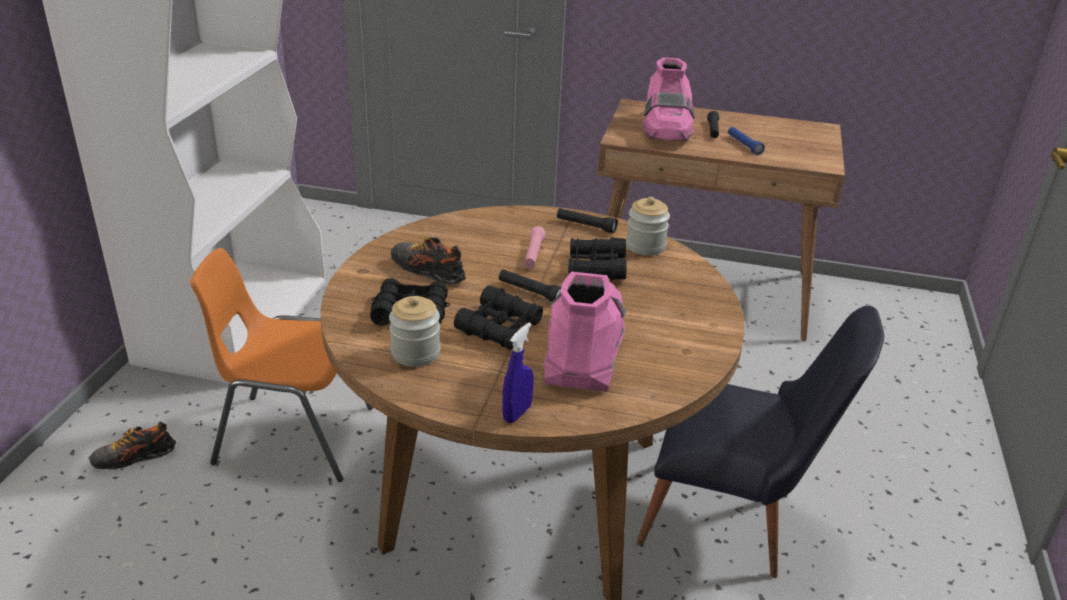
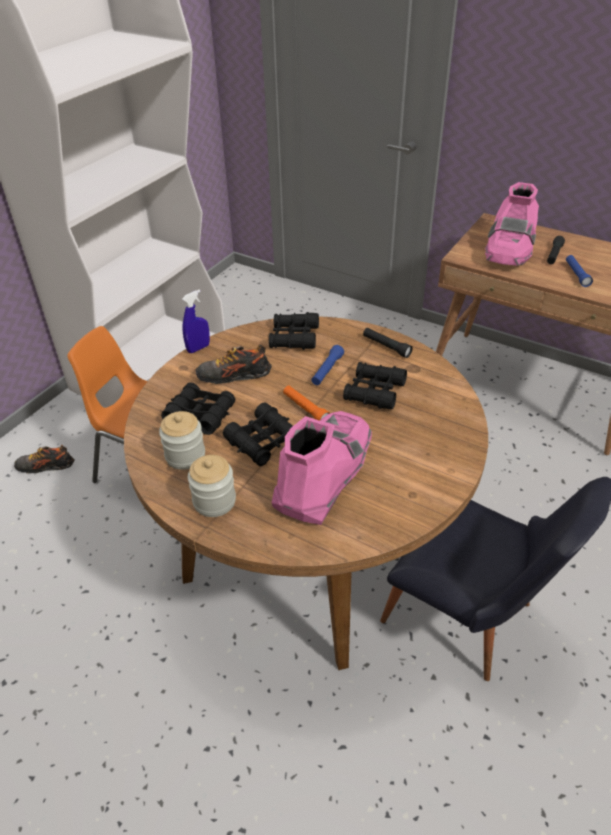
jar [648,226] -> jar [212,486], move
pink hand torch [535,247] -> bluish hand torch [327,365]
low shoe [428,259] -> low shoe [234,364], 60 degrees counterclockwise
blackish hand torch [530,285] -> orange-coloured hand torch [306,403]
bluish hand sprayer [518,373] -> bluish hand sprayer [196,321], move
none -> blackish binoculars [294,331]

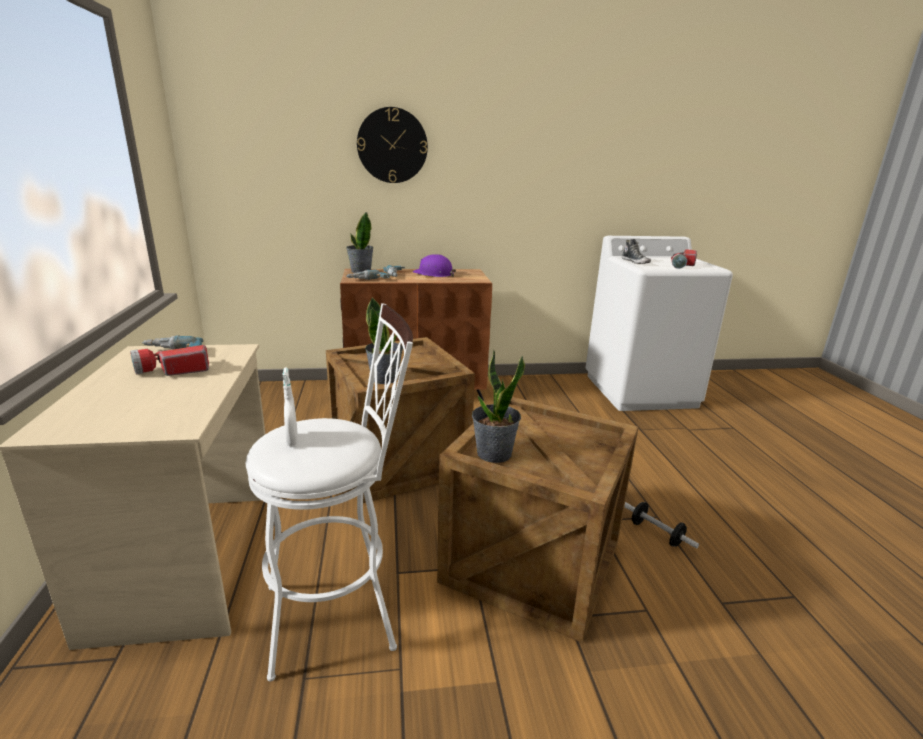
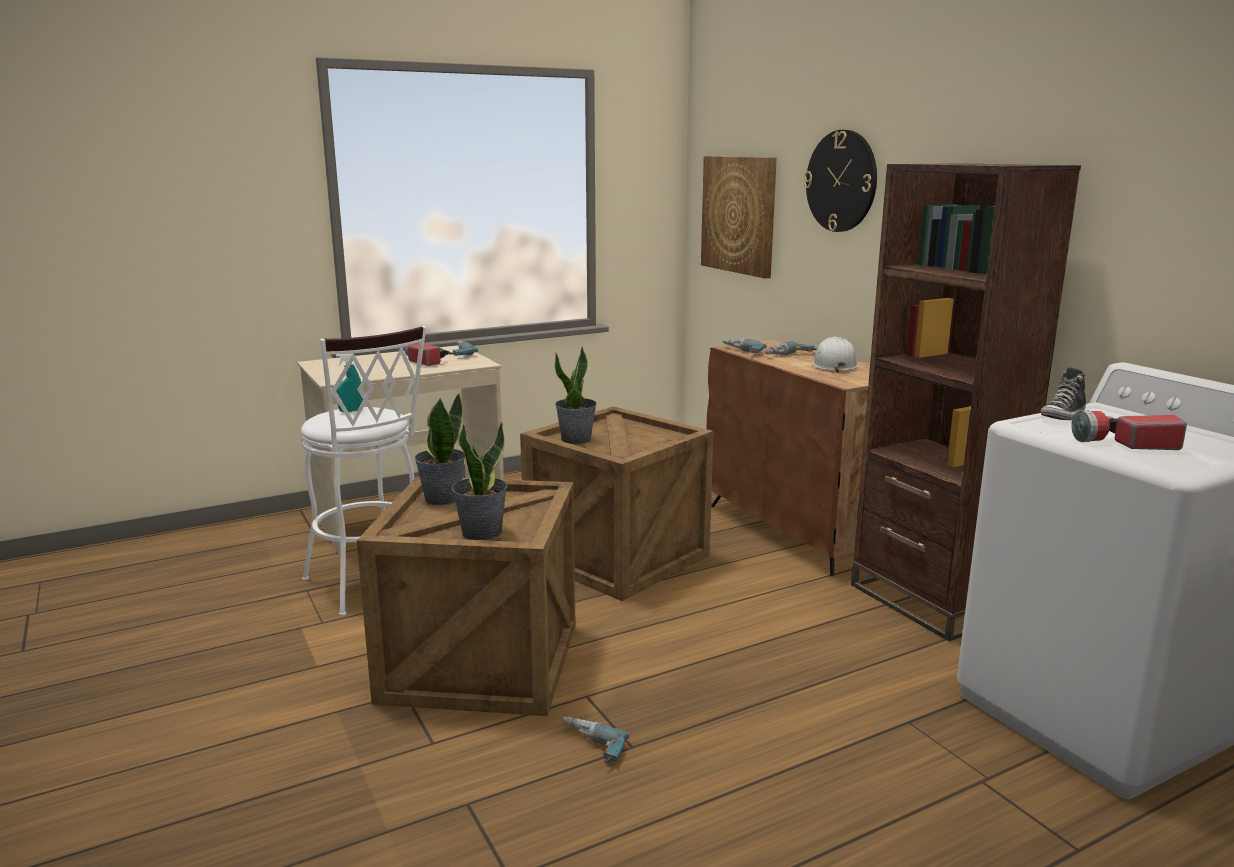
houseplant [360,242] -> houseplant [480,481], move
purple-coloured hard hat [434,265] -> white hard hat [835,355]
white hand sprayer [290,406] -> turquoise hand sprayer [349,383]
dumbbell [661,525] -> drill [595,740]
none -> picture [739,217]
none -> brown bookcase [966,402]

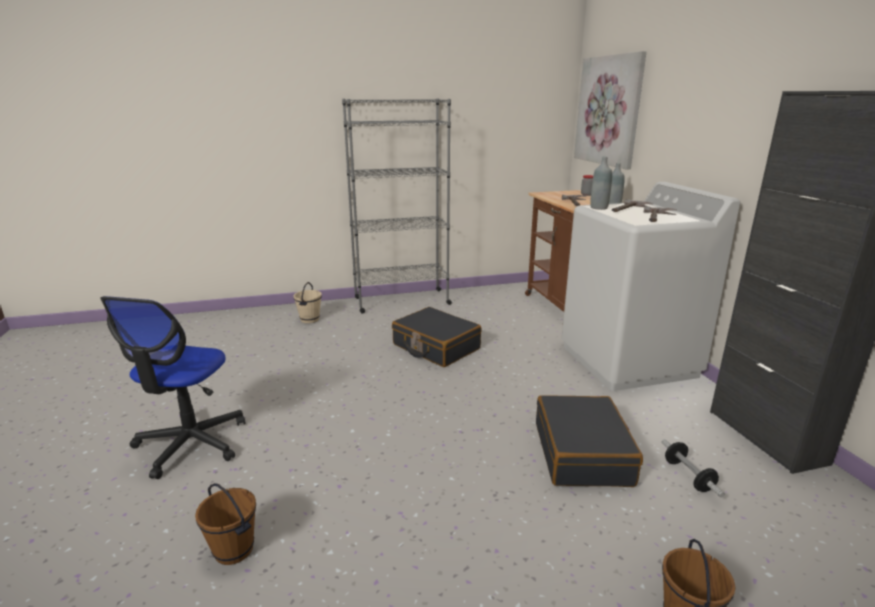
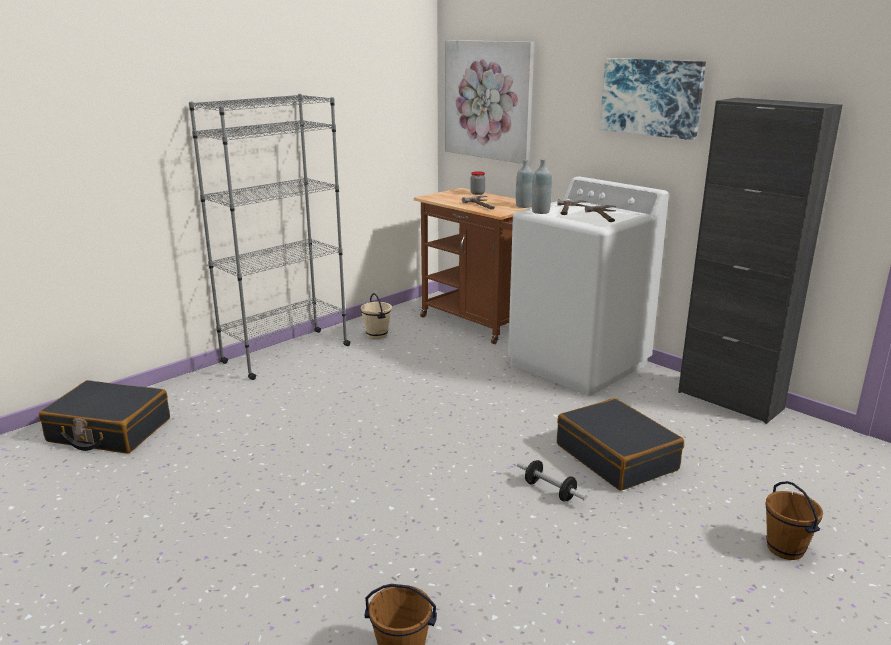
sand-coloured pail [307,302] -> sand-coloured pail [376,316], move
computer chair [172,387] -> none
blackish piece of luggage [437,337] -> blackish piece of luggage [104,416], move
dumbbell [693,468] -> dumbbell [552,480], move
none -> picture [653,99]

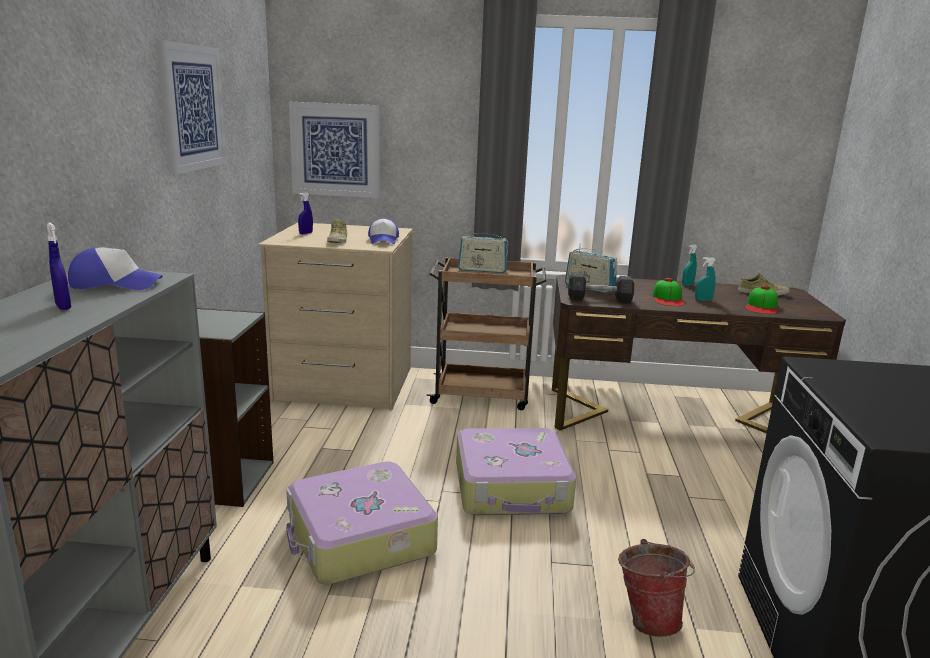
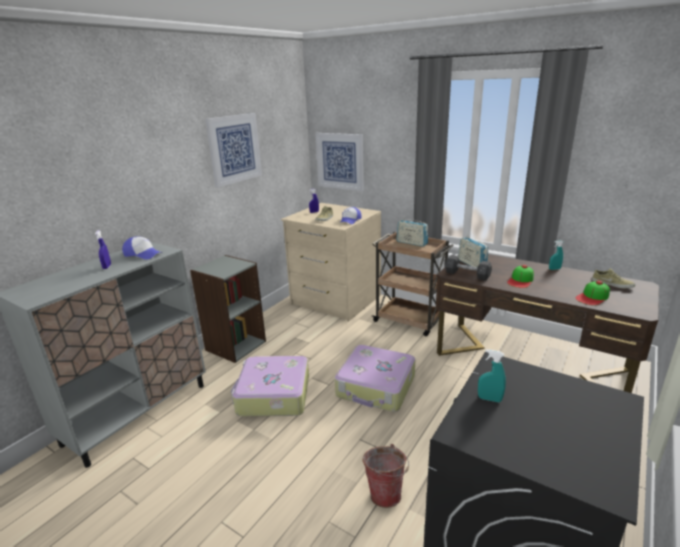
turquoise hand sprayer [705,279] -> turquoise hand sprayer [492,375], move

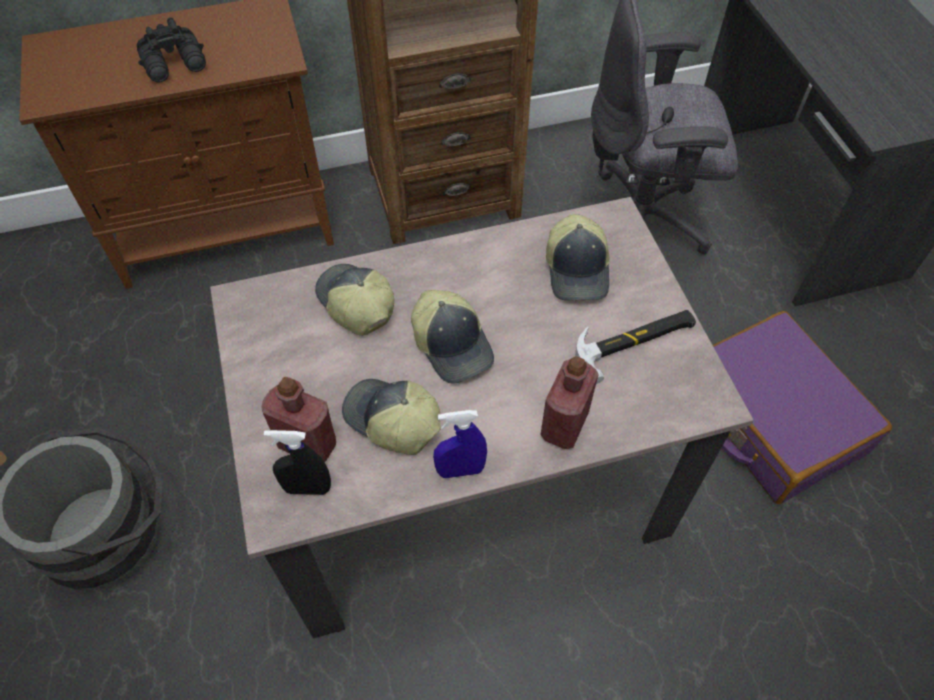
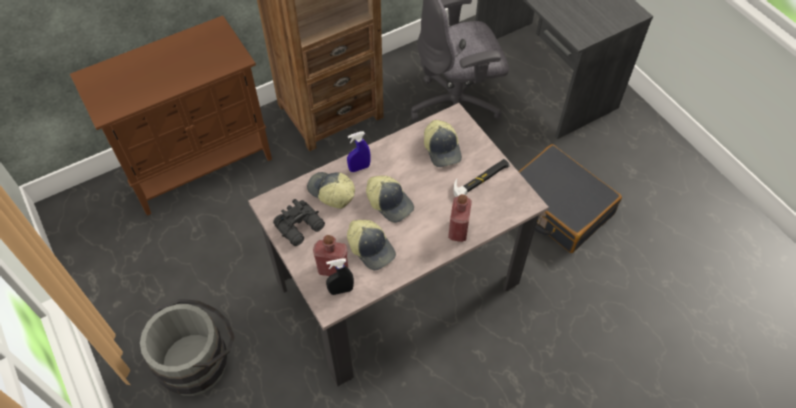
blackish binoculars [171,50] -> blackish binoculars [299,222], move
purple-coloured piece of luggage [802,407] -> blackish piece of luggage [570,198]
cap [391,417] -> cap [371,245], 150 degrees counterclockwise
bluish hand sprayer [460,444] -> bluish hand sprayer [359,151], move

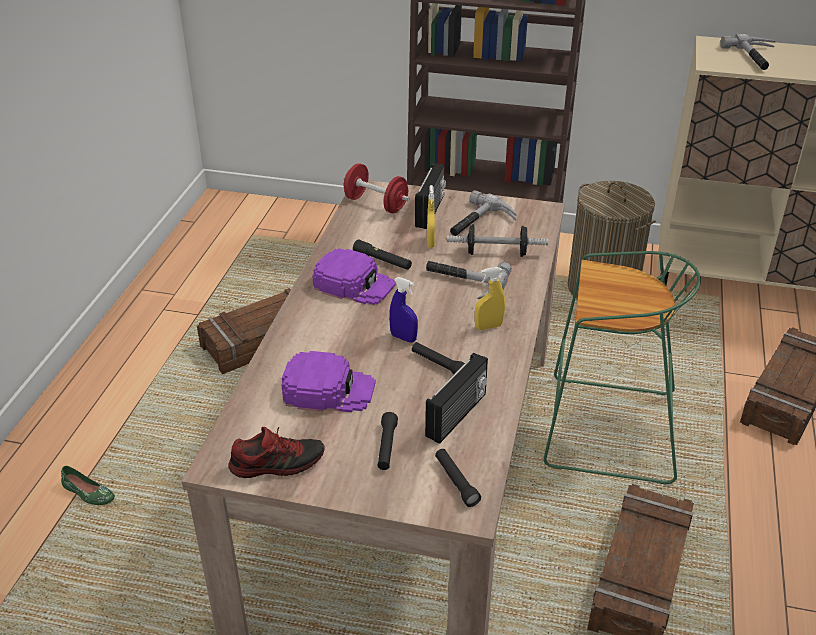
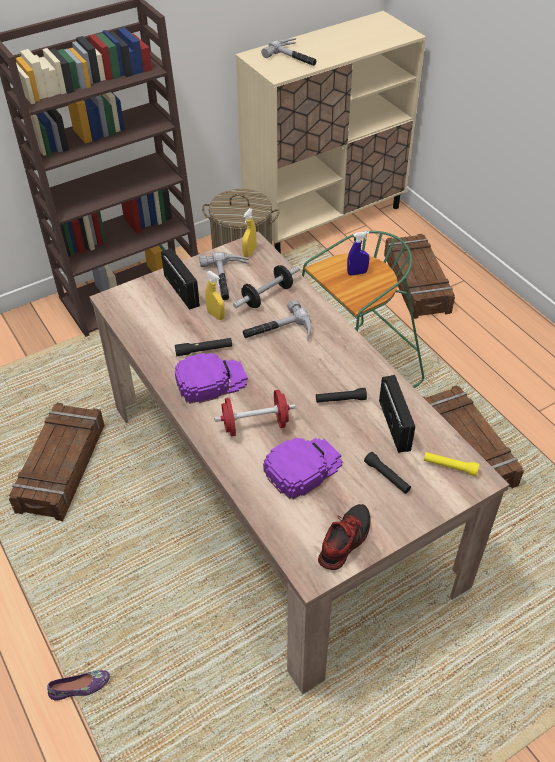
red-coloured dumbbell [376,188] -> red-coloured dumbbell [255,413], move
yellow-coloured hand sprayer [490,298] -> yellow-coloured hand sprayer [249,232], move
bluish hand sprayer [403,310] -> bluish hand sprayer [358,253], move
blackish hand torch [458,478] -> yellow-coloured hand torch [451,464]
green-coloured low shoe [88,485] -> purple-coloured low shoe [78,685]

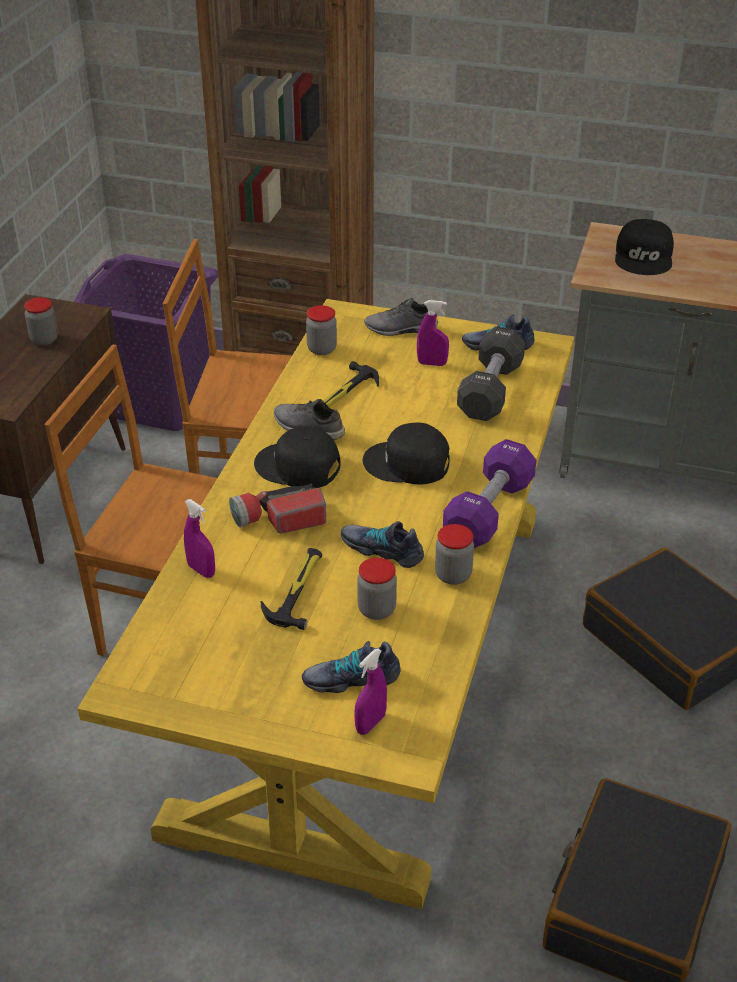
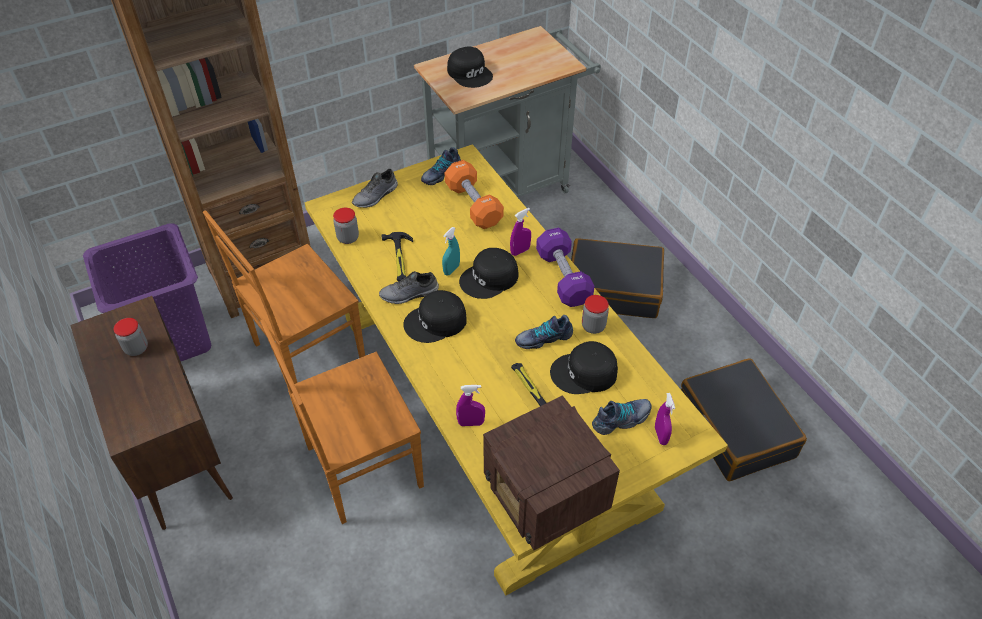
purple-coloured hand sprayer [433,333] -> purple-coloured hand sprayer [520,232], move
blackish dumbbell [491,374] -> orange-coloured dumbbell [474,194]
hand torch [277,509] -> none
jar [377,588] -> blackish cap [584,367]
low shoe [351,667] -> low shoe [621,417], 150 degrees counterclockwise
none -> turquoise hand sprayer [451,251]
none -> radio [551,472]

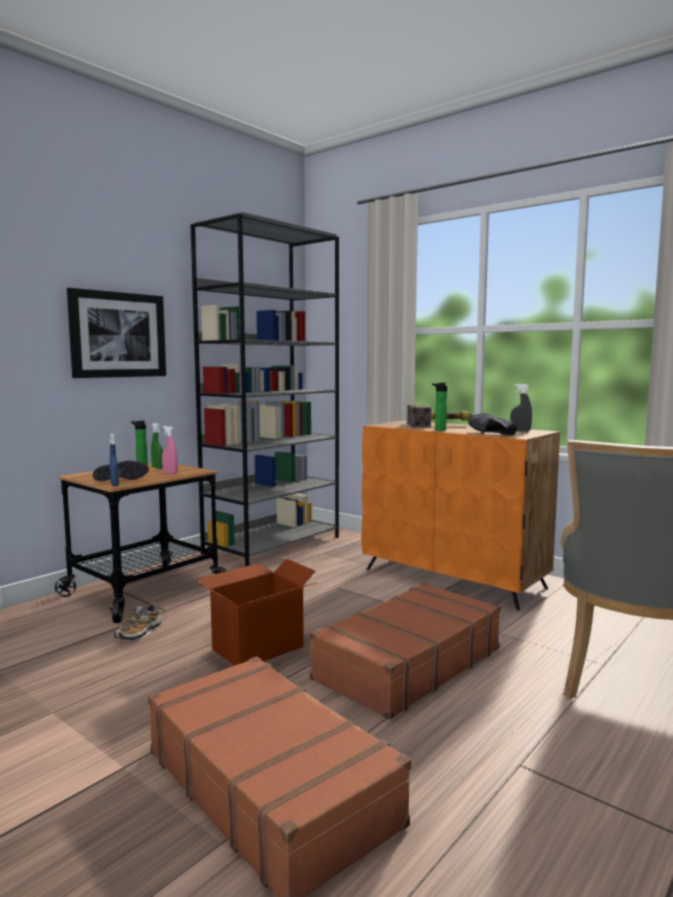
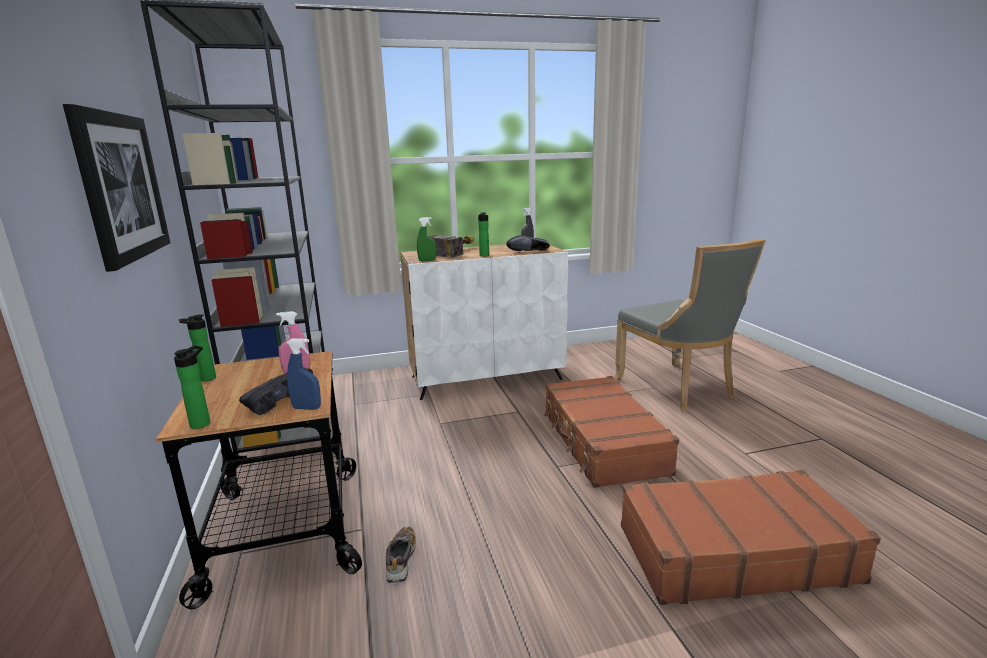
orange-coloured cabinet [460,515] -> white cabinet [484,322]
green-coloured hand sprayer [157,446] -> green-coloured hand sprayer [426,239], move
packing box [256,612] -> none
low shoe [138,621] -> low shoe [401,555], 150 degrees counterclockwise
none -> bottle [192,387]

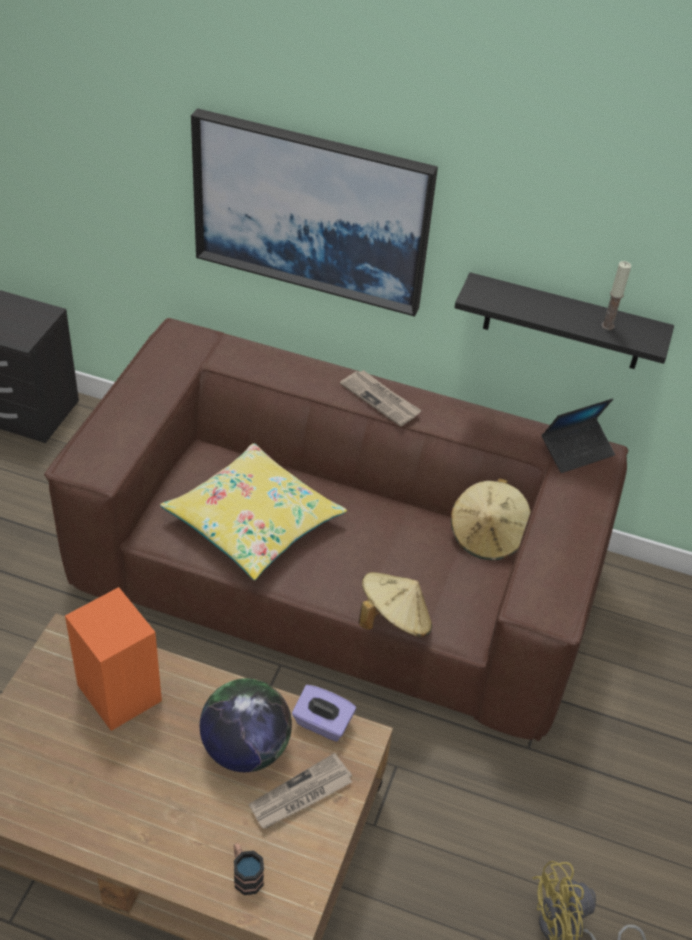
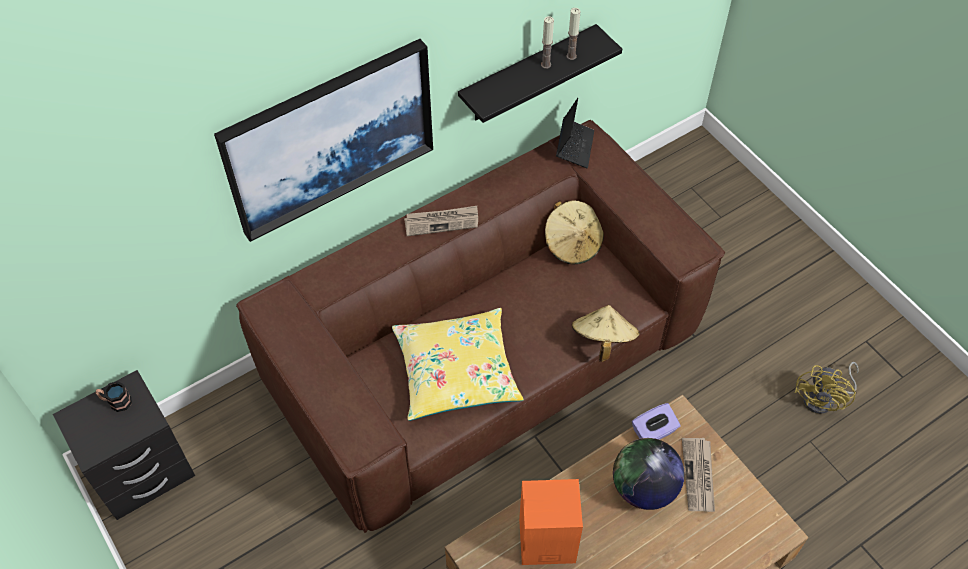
coffee mug [249,869] -> coffee mug [114,396], move
none -> candle [547,42]

